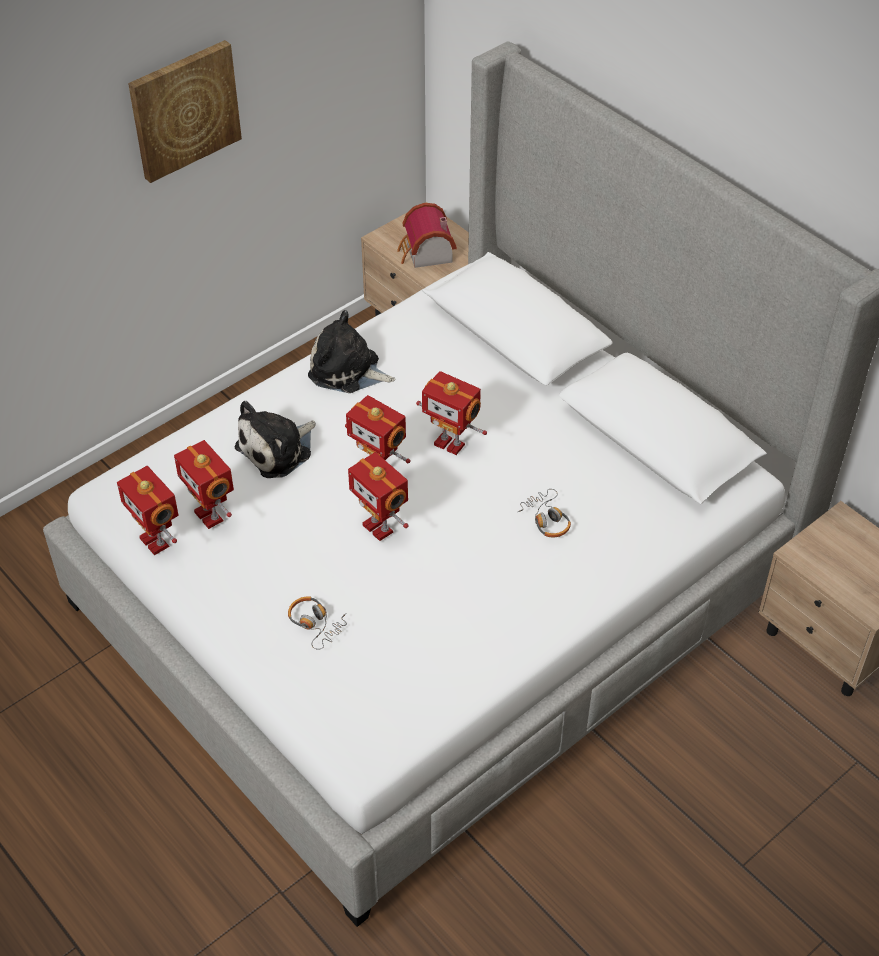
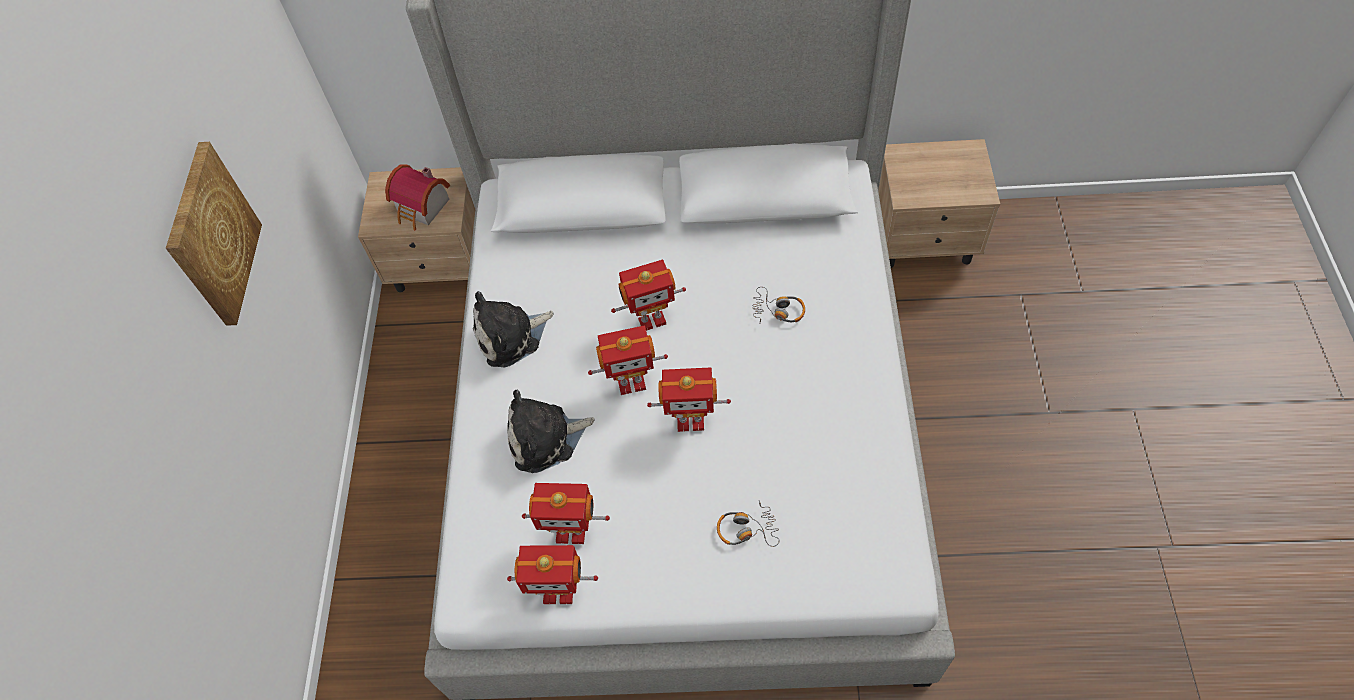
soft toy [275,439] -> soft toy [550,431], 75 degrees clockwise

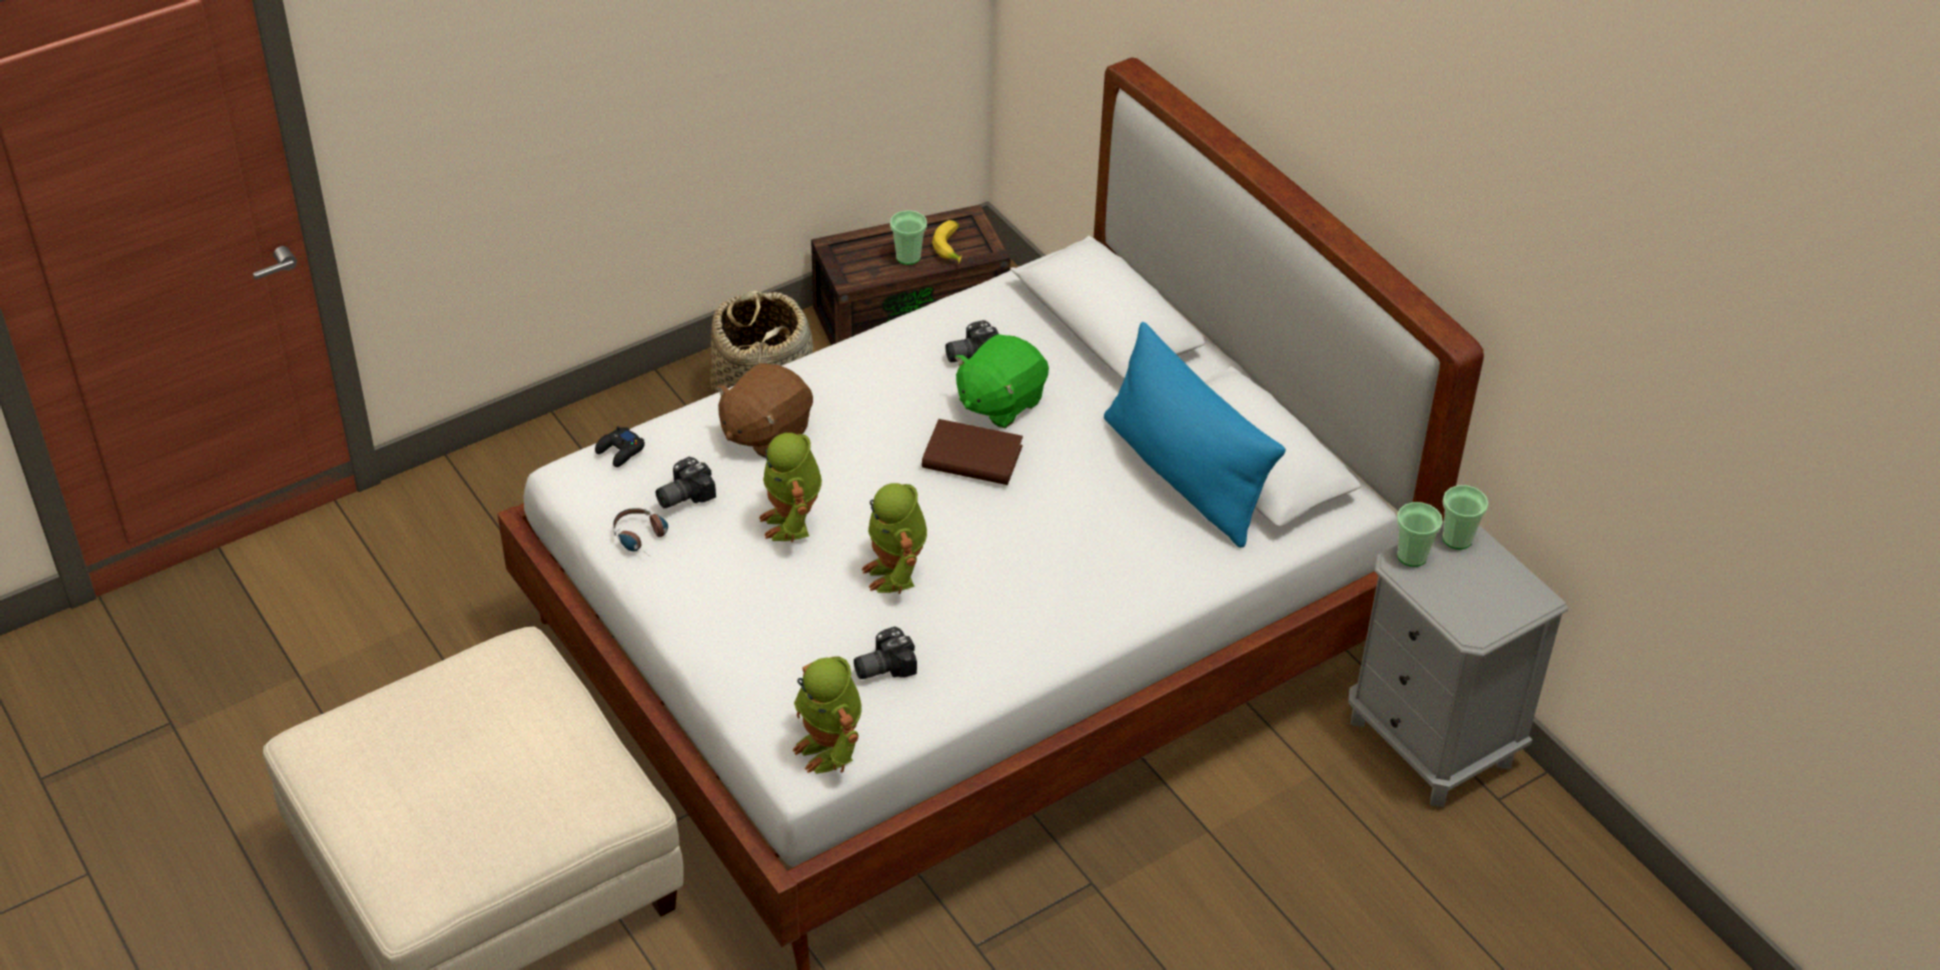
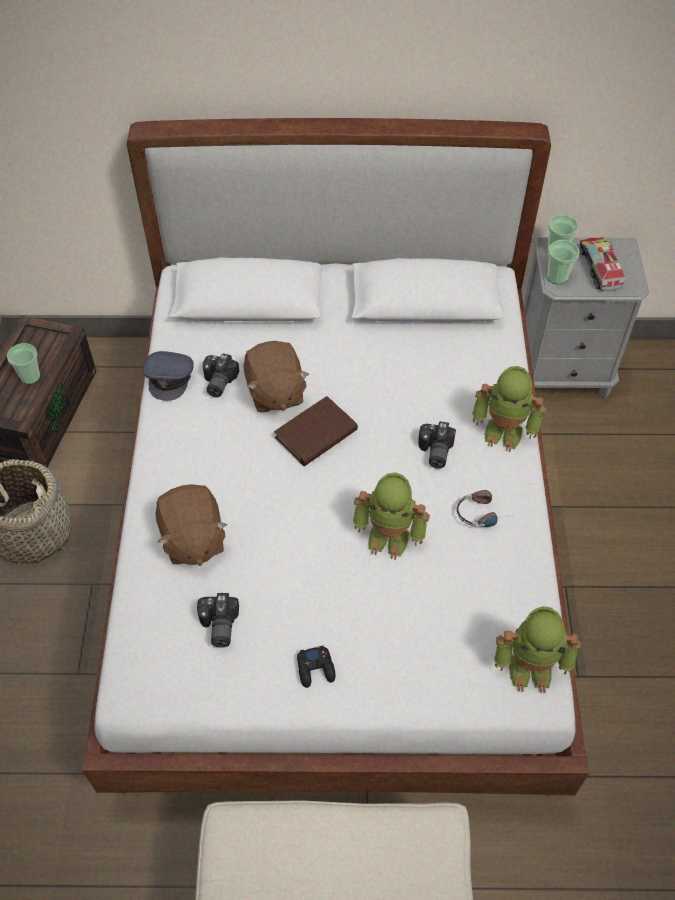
banana fruit [947,242] -> none
bluish pillow [1195,435] -> none
green-coloured soft toy [1002,381] -> brown soft toy [276,377]
blackish gamepad [620,446] -> blackish gamepad [316,666], move
model robot [790,487] -> model robot [509,409], move
headset [640,533] -> headset [485,508], move
still camera [885,652] -> still camera [437,445], move
none -> toy lorry [602,264]
none -> gray cap [168,376]

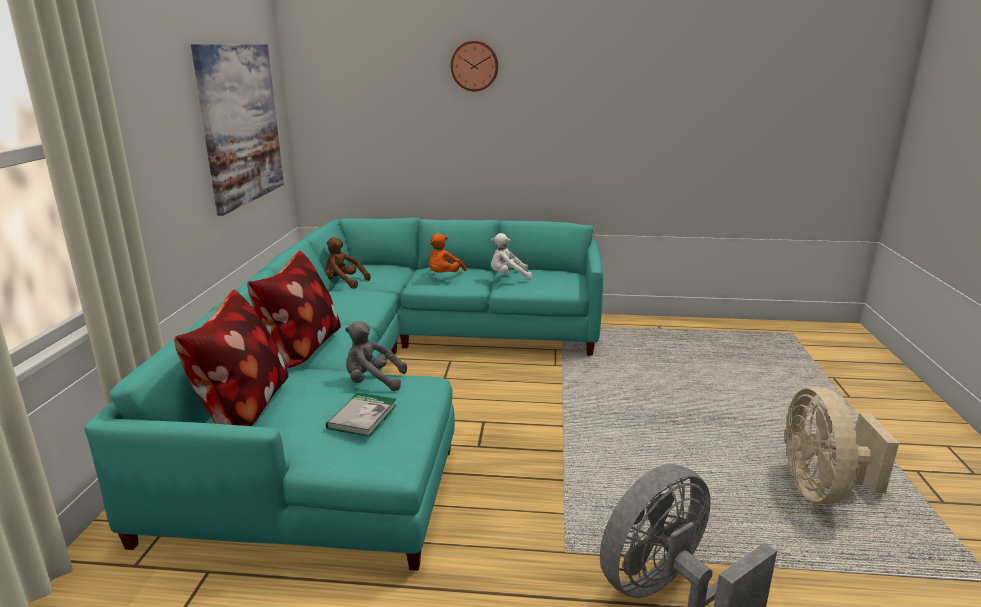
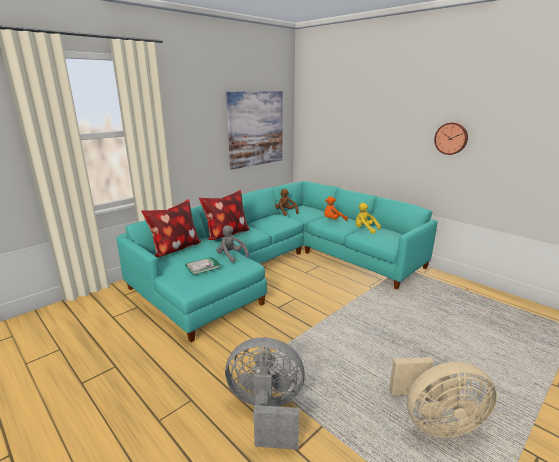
clock on the wall [474,66] -> clock on the wall [451,138], move
white soft toy [511,256] -> yellow-coloured soft toy [368,218]
sand-coloured fan [842,446] -> sand-coloured fan [443,397], 135 degrees counterclockwise

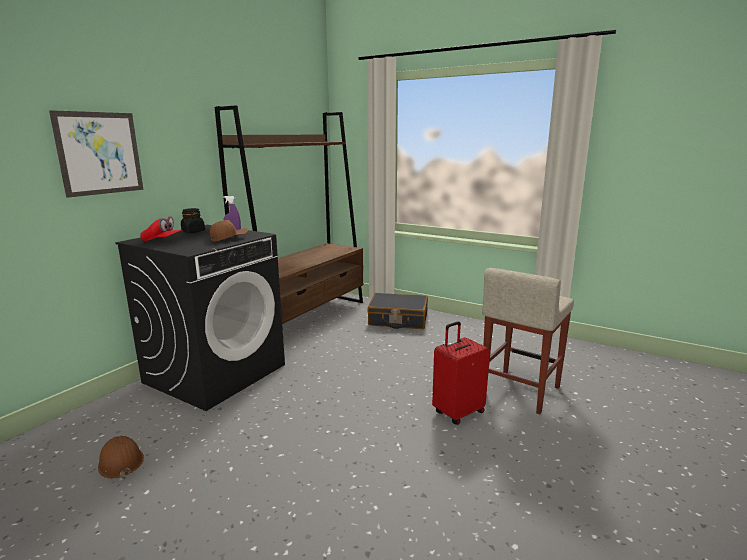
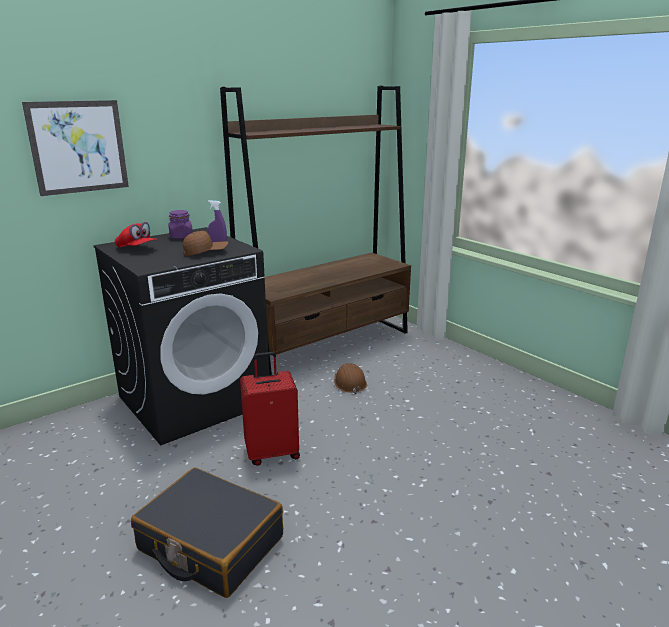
blackish jar [193,220] -> purple-coloured jar [180,224]
sand-coloured stool [528,341] -> none
blackish piece of luggage [397,311] -> blackish piece of luggage [207,532], move
red-coloured piece of luggage [461,373] -> red-coloured piece of luggage [270,409], move
brown hard hat [121,457] -> brown hard hat [350,378], move

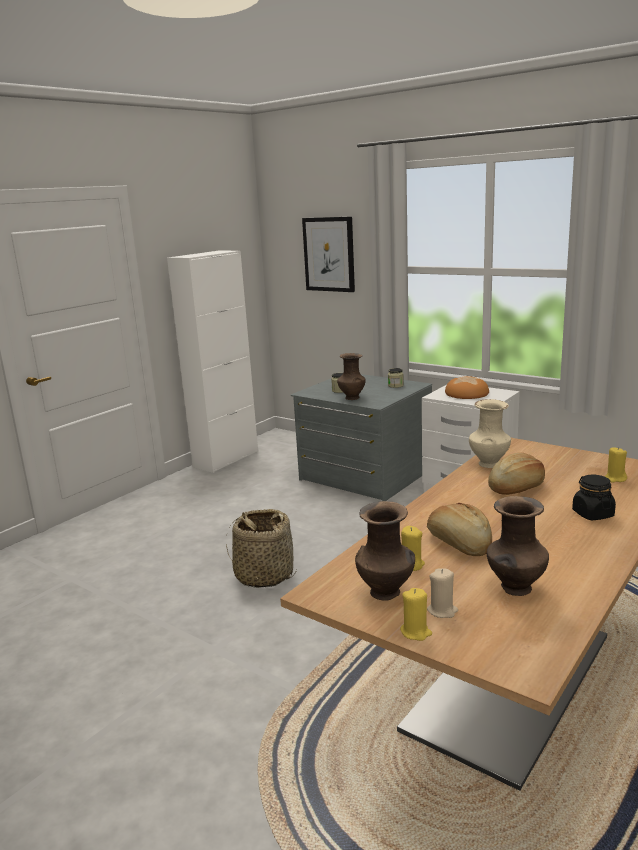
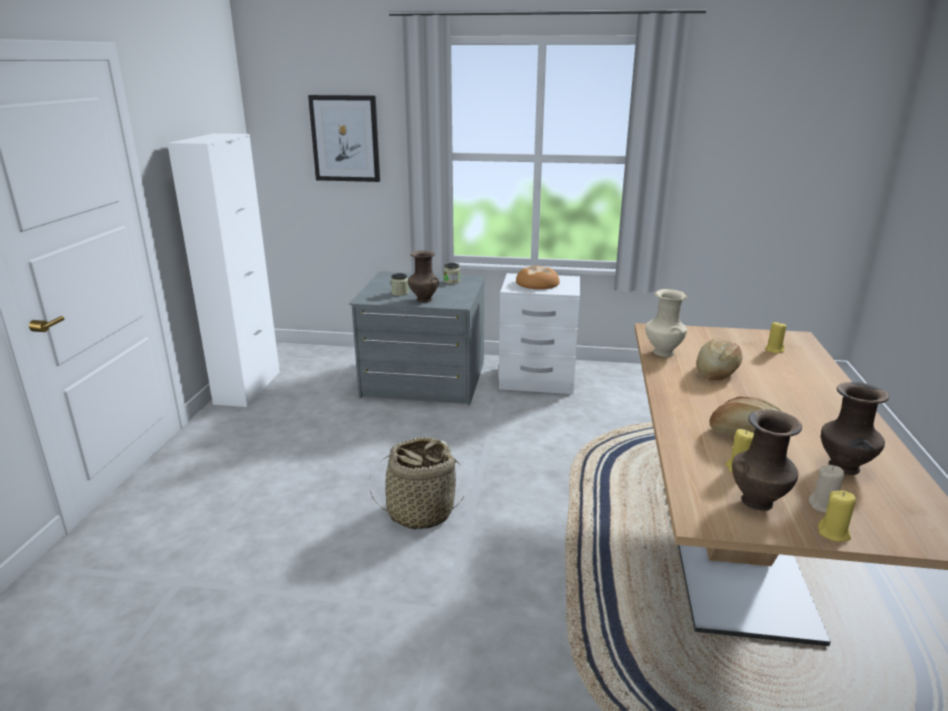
blackish jar [594,497] -> none

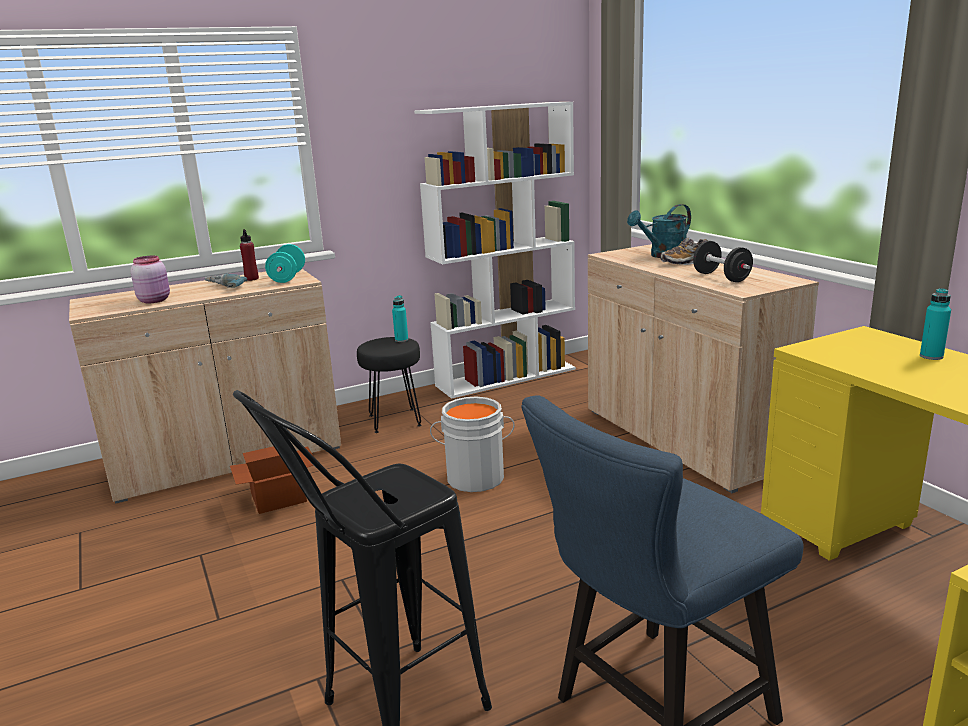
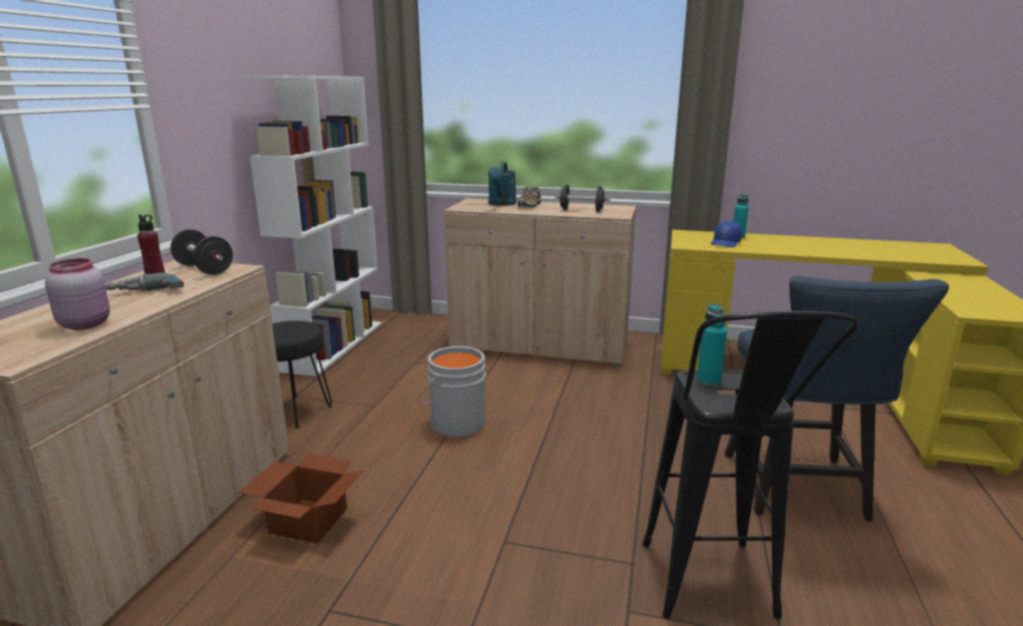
turquoise dumbbell [285,263] -> blackish dumbbell [201,252]
turquoise bottle [400,318] -> turquoise bottle [712,345], move
none -> bluish cap [726,234]

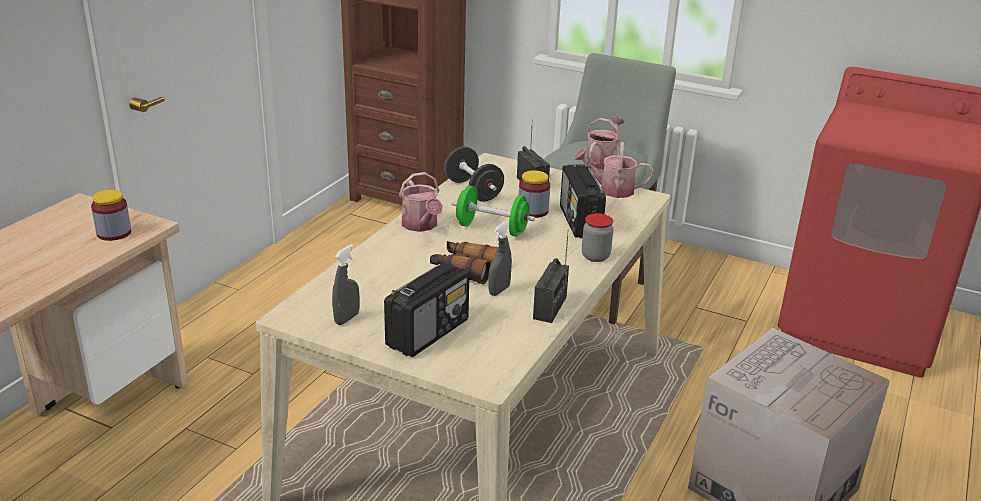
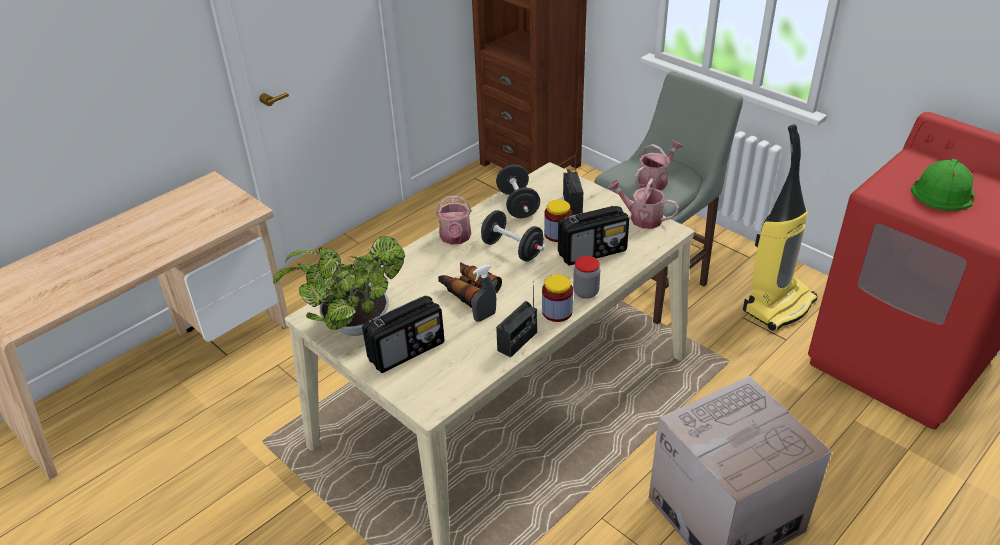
radio [583,201] -> radio [593,236], 120 degrees counterclockwise
green-coloured dumbbell [493,211] -> blackish dumbbell [512,236]
jar [111,215] -> jar [557,298], move
gray hand sprayer [346,284] -> houseplant [339,286]
none -> vacuum cleaner [780,227]
none -> green-coloured hard hat [943,185]

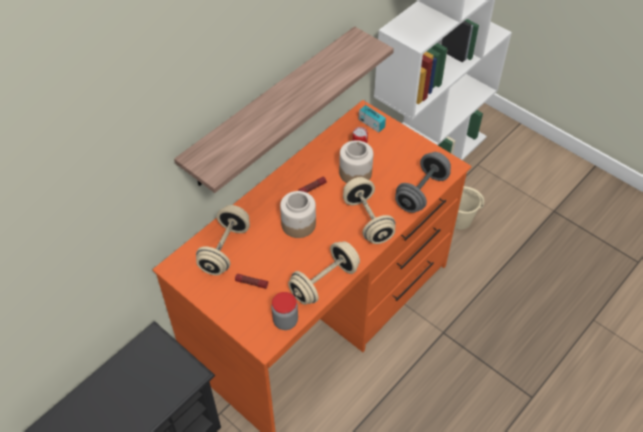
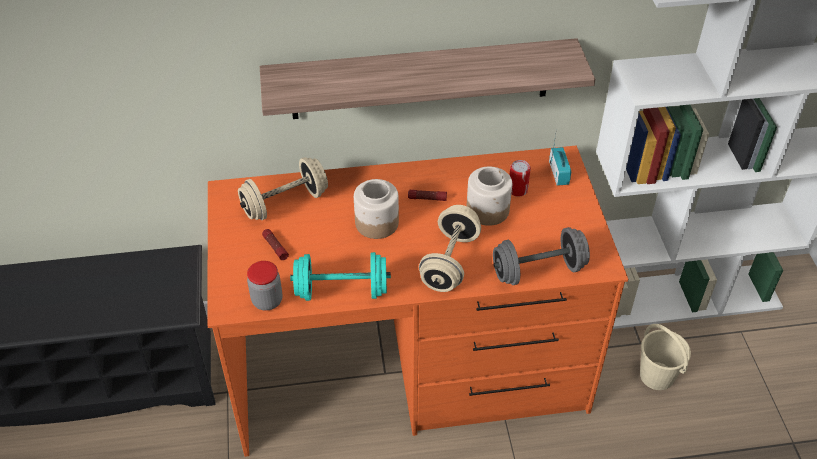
sand-coloured dumbbell [324,273] -> turquoise dumbbell [340,276]

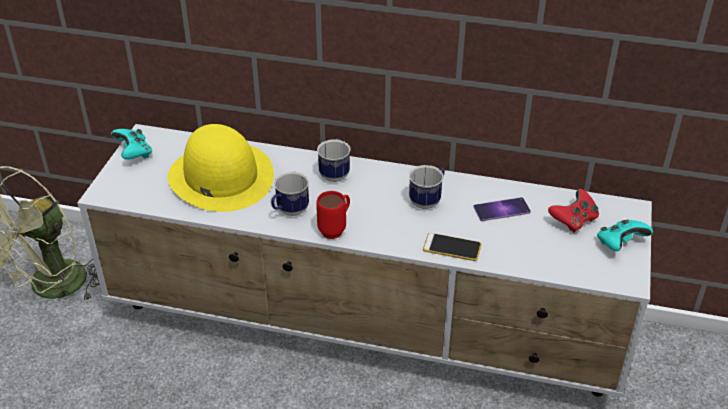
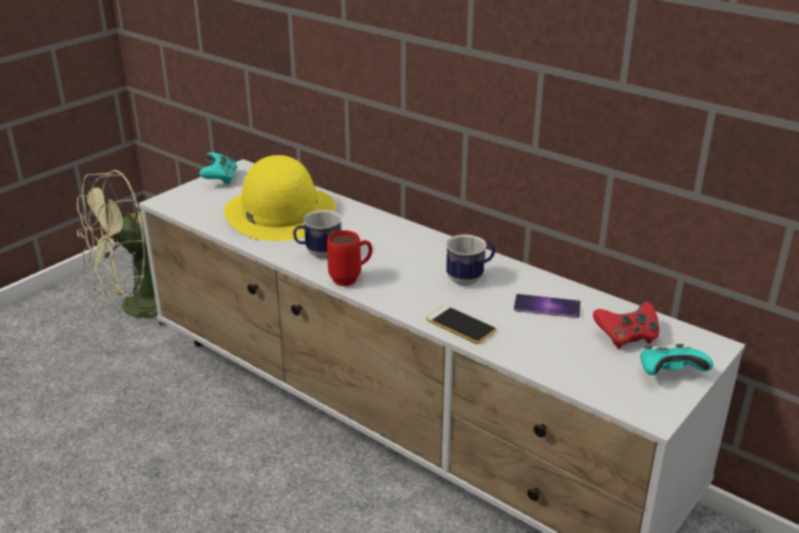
coffee mug [334,160] -> none

